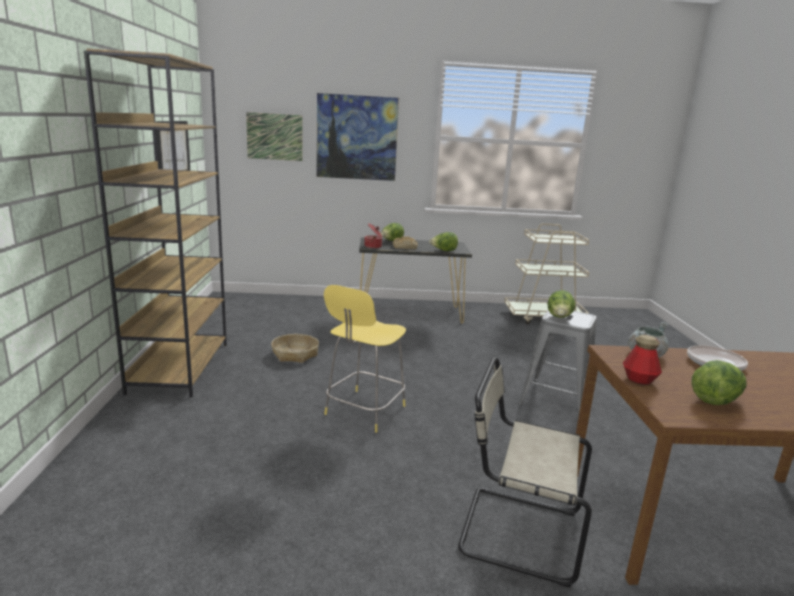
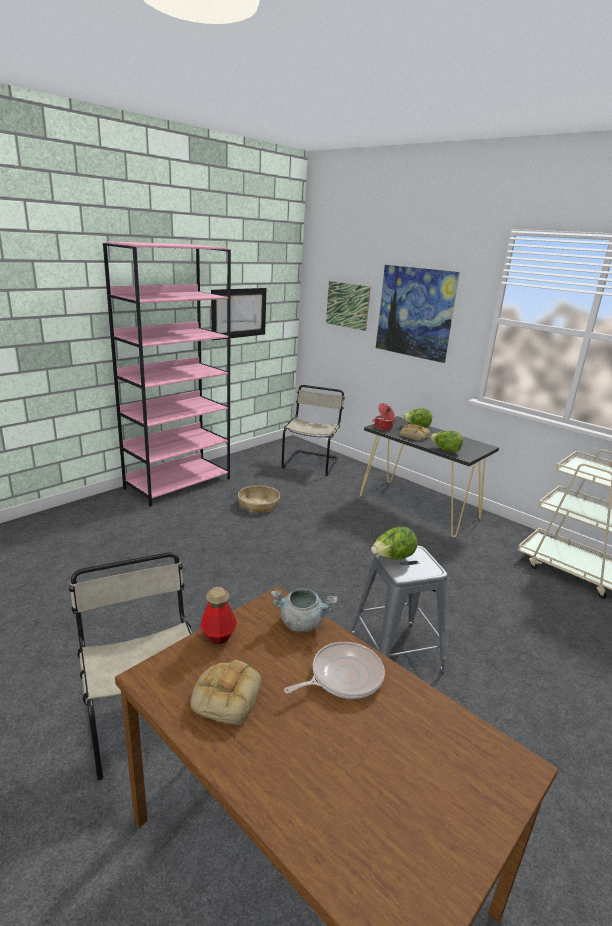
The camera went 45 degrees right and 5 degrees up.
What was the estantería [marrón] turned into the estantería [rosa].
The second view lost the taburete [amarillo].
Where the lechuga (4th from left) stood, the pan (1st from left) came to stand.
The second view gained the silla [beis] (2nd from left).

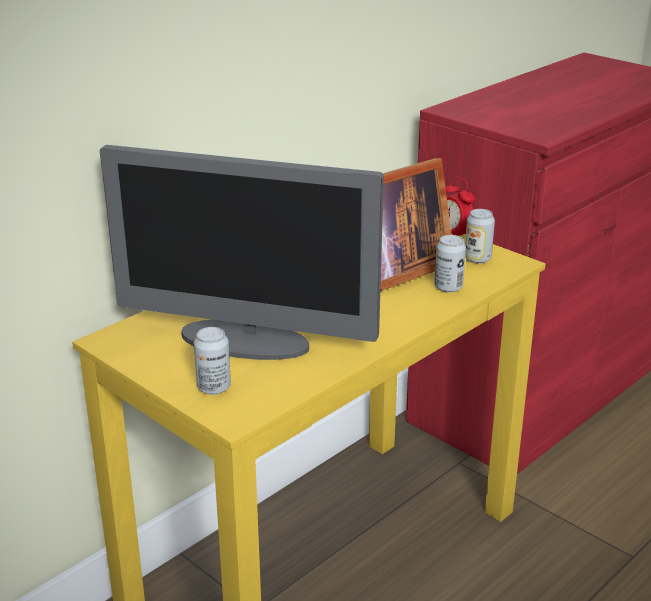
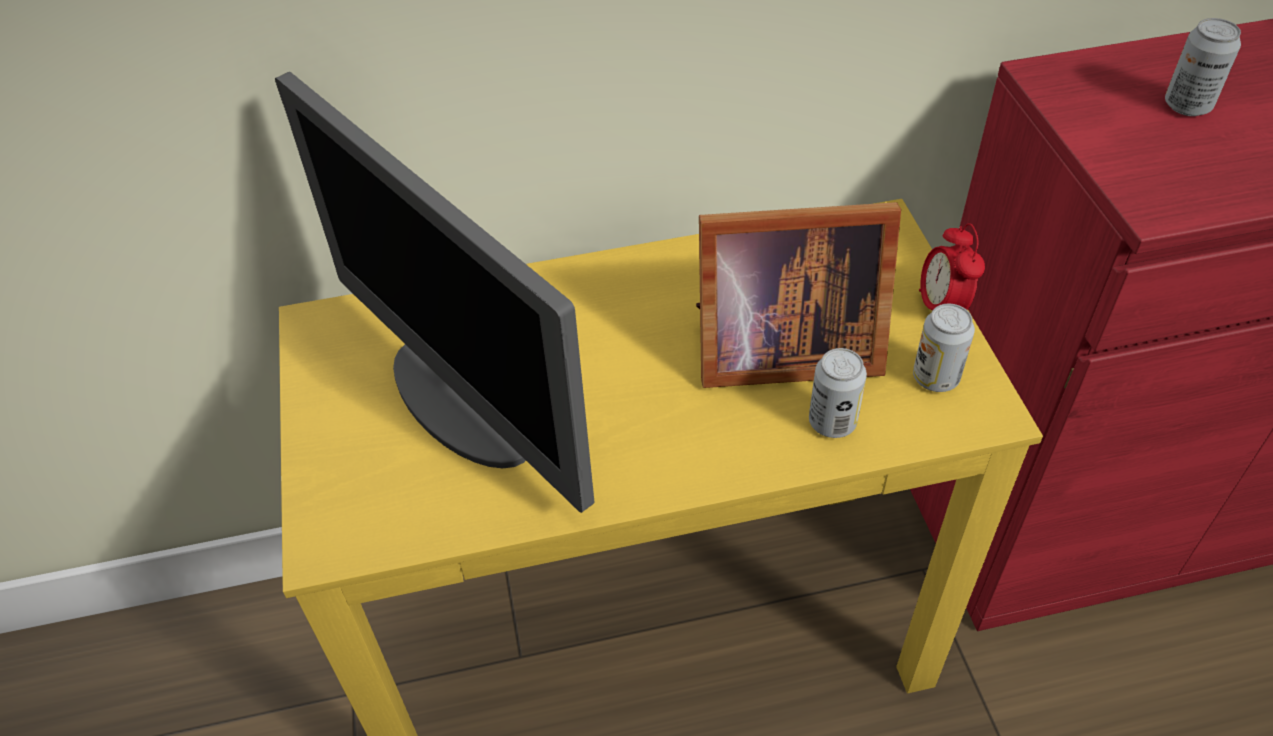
The camera went 35 degrees right and 20 degrees up.
The lata (1st from left in the first image) ended up elsewhere.

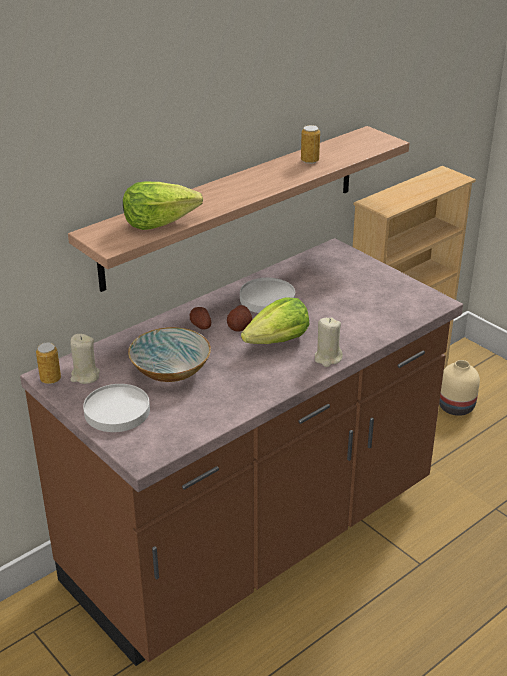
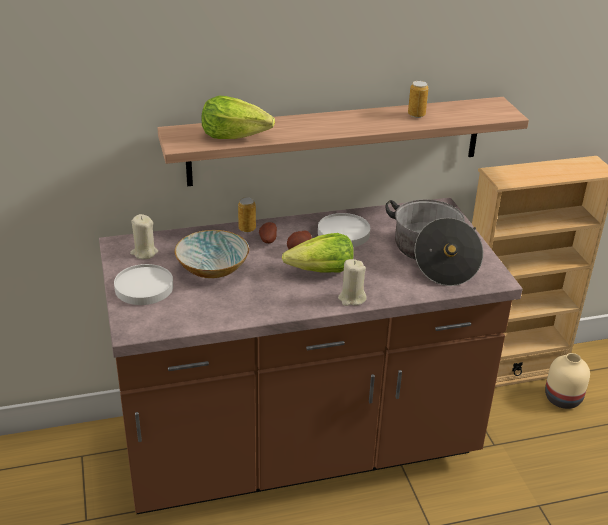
The camera went 25 degrees right and 0 degrees up.
The lata (1st from left) ended up elsewhere.
The second view gained the olla.

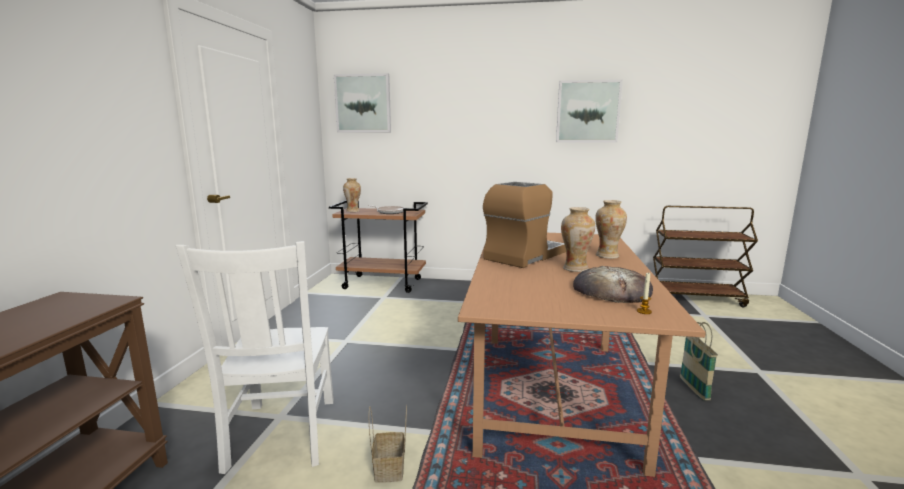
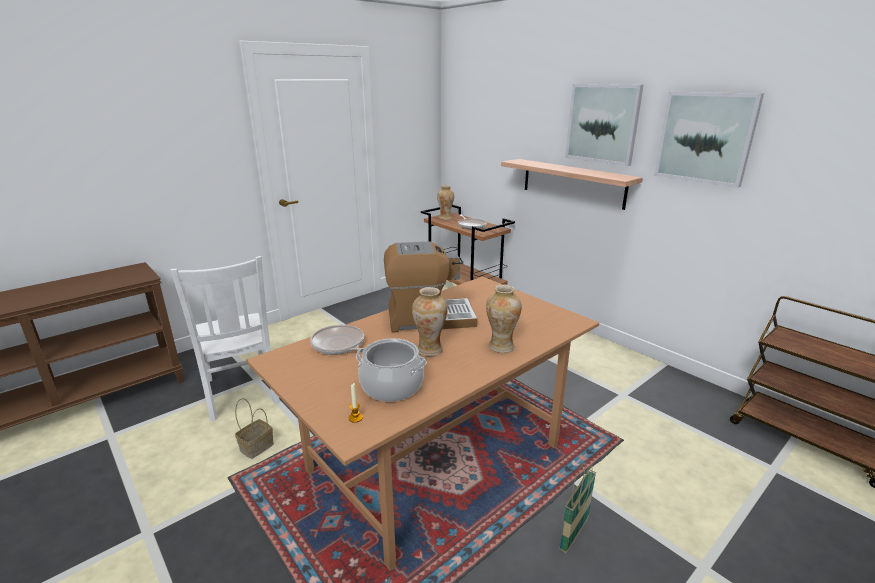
The camera went 40 degrees right and 10 degrees up.
The cuadro (1st from left) ended up elsewhere.
The silla [blanco] ended up facing another way, 60 degrees counterclockwise from before.
Where the pan stood, the olla came to stand.
The second view gained the estante.
The second view gained the sartén (1st from left).

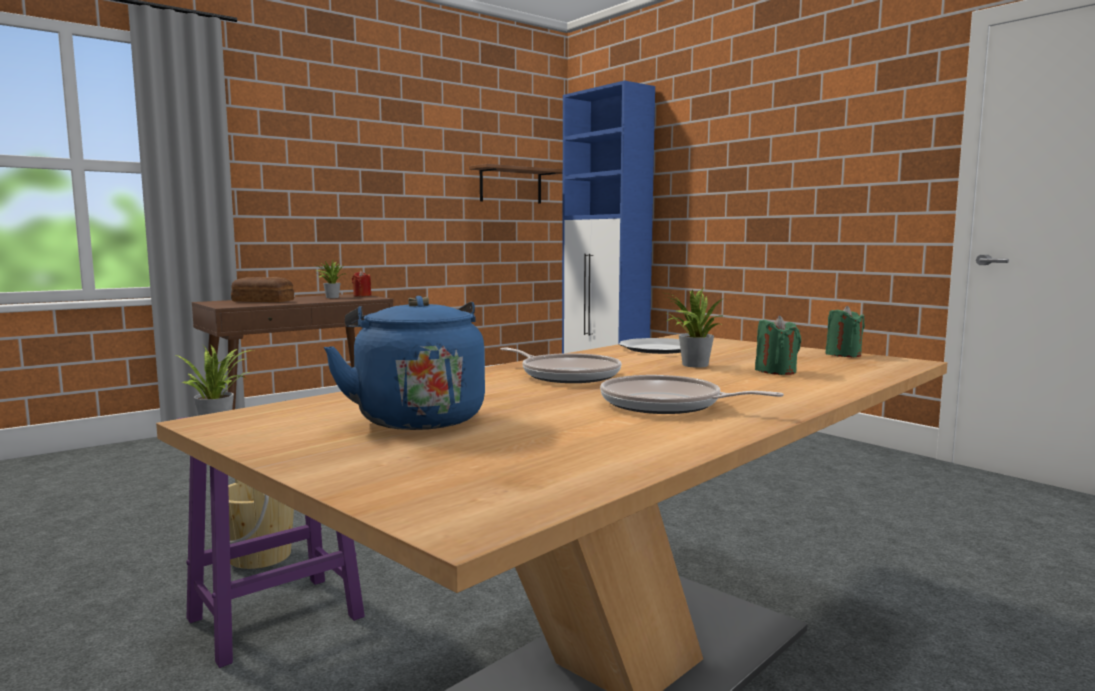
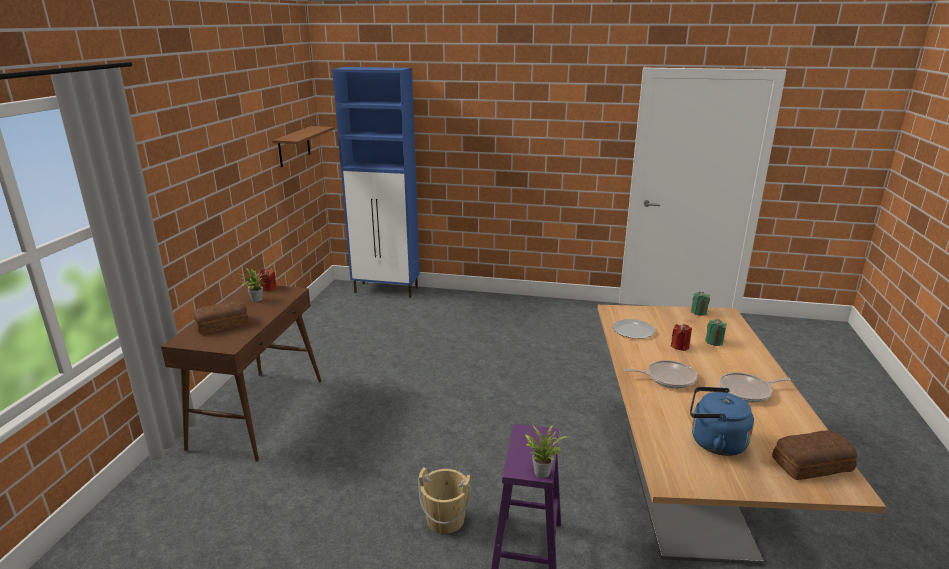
The camera went 40 degrees left and 15 degrees up.
Where the planta en maceta (3rd from left) stood, the vela [rojo] (2nd from left) came to stand.
The second view gained the pan (2nd from left).

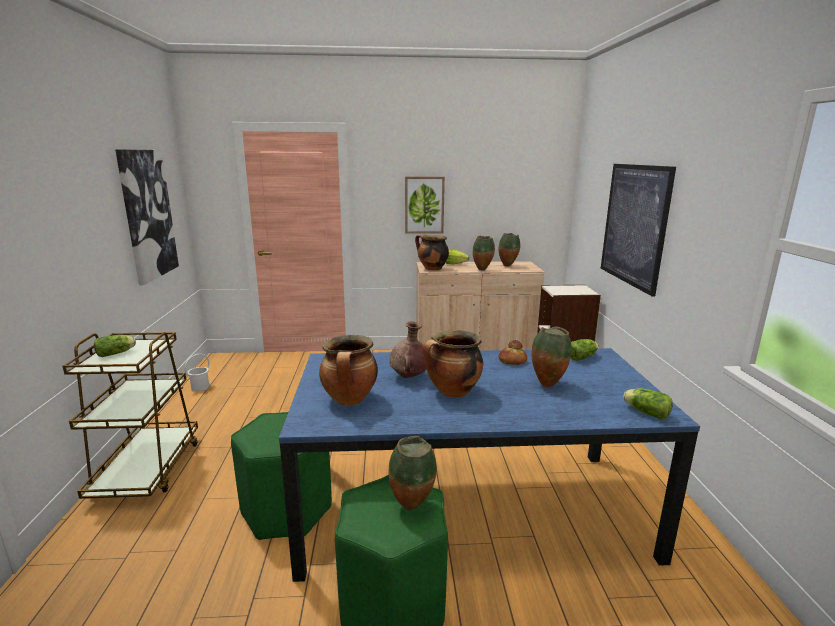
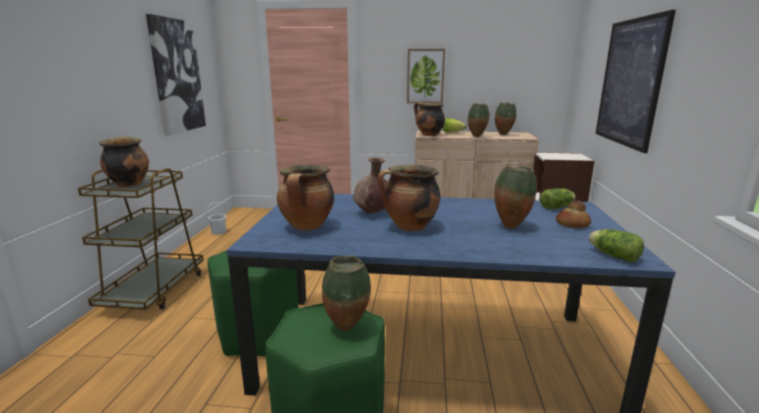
The camera went 10 degrees right and 0 degrees up.
Where the lechuga (1st from left) stood, the olla (1st from left) came to stand.
The pan ended up elsewhere.

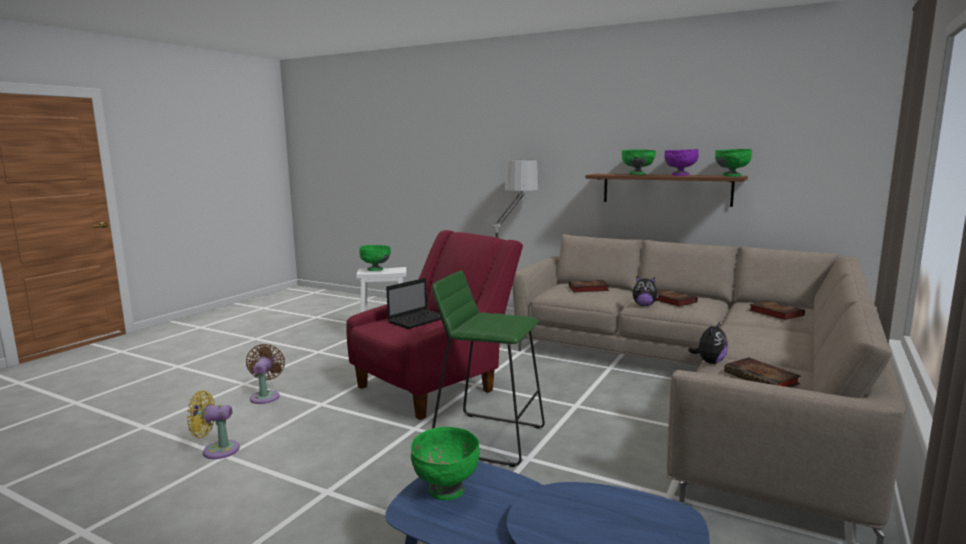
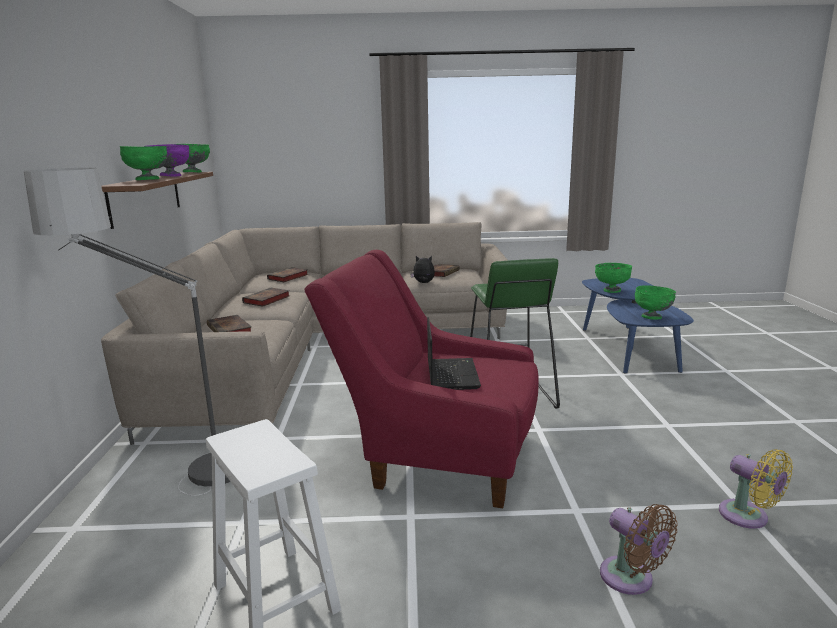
The camera went 120 degrees left and 5 degrees up.
The cuenco [verde] (1st from left in the first image) ended up elsewhere.
The second view lost the peluche (1st from left).
The portátil ended up facing another way, 75 degrees clockwise from before.
The ventilador [marrón] ended up facing another way, 90 degrees counterclockwise from before.

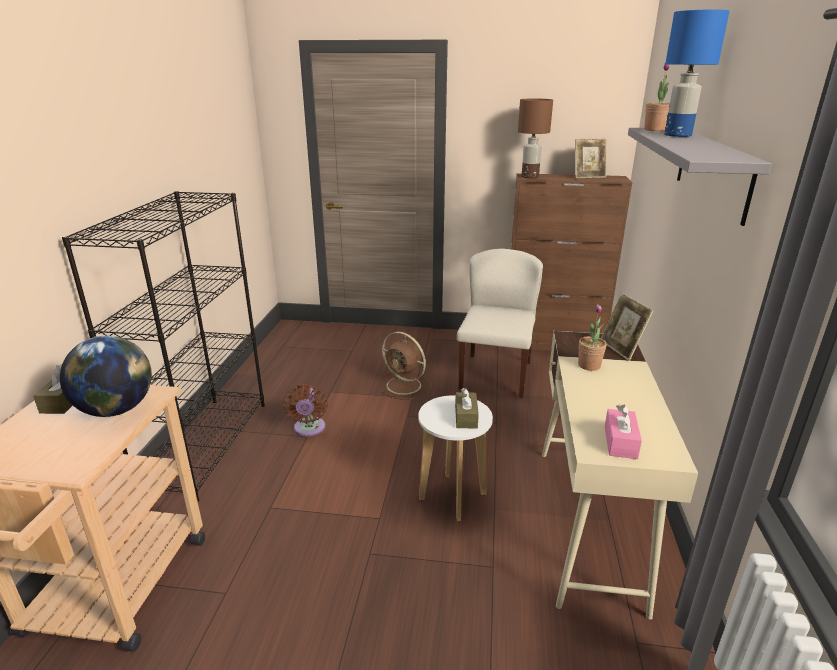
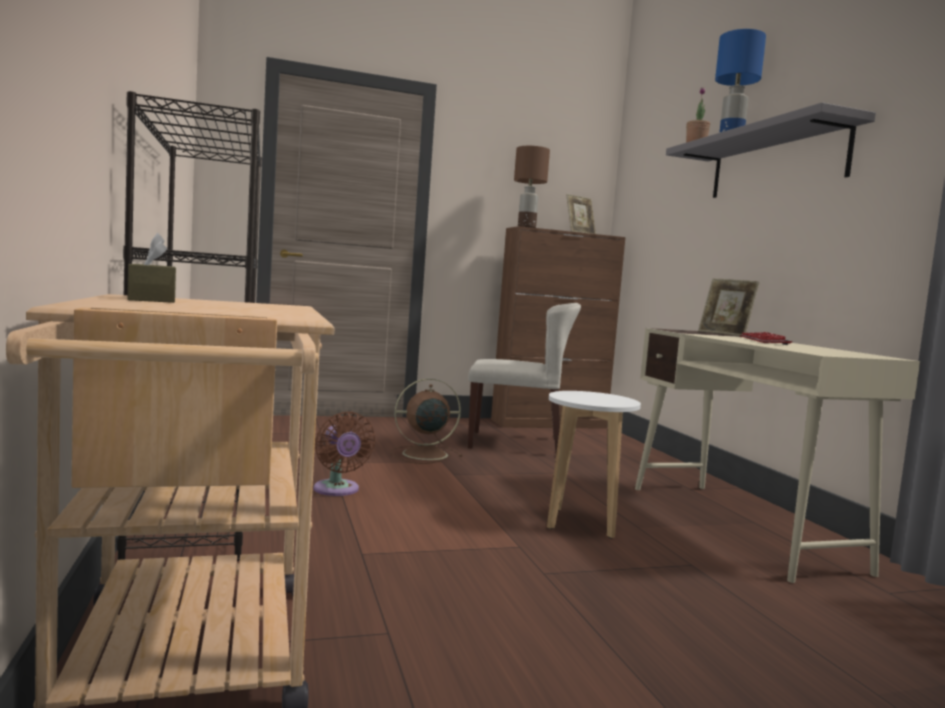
The camera went 25 degrees left and 20 degrees down.
The silla [beis] ended up facing another way, 105 degrees clockwise from before.
The second view lost the planta en maceta (1st from left).
The ventilador [marrón] (2nd from left) ended up facing another way, 150 degrees clockwise from before.
The second view lost the globo terráqueo.
The second view lost the caja de pañuelos [marrón] (2nd from left).
The second view lost the caja de pañuelos [rosa].
The second view gained the teclado.

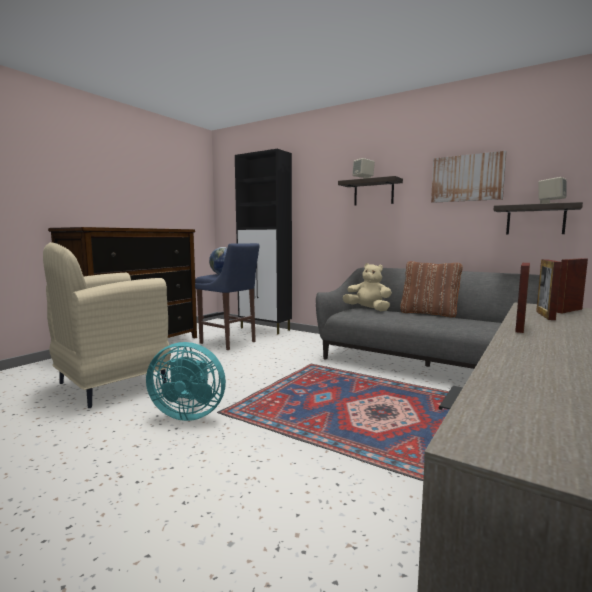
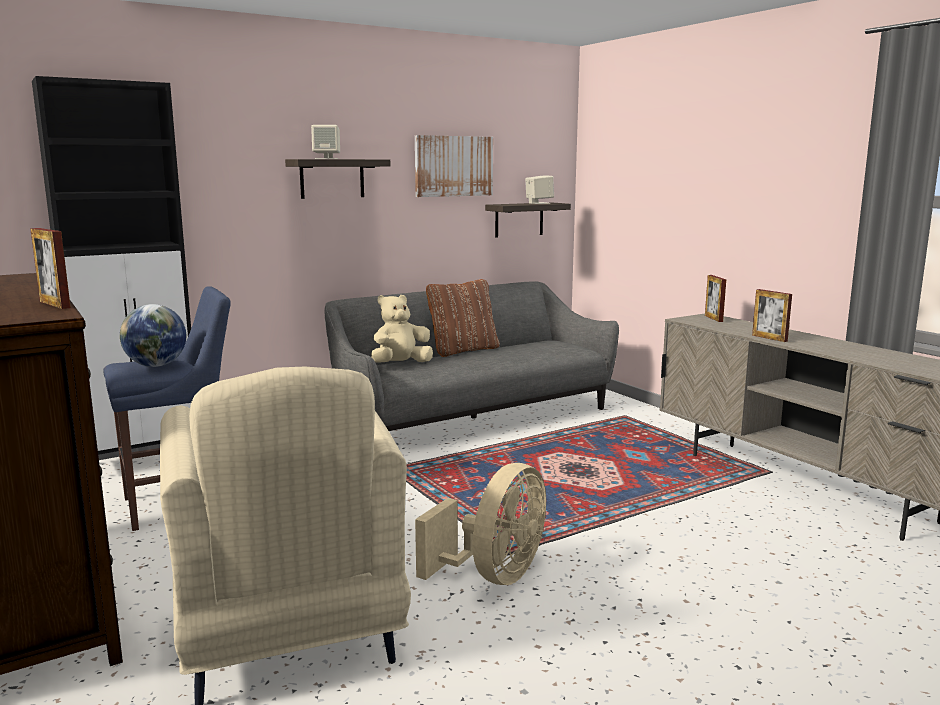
The camera went 65 degrees left and 5 degrees up.
The portarretratos (2nd from left in the first image) ended up elsewhere.
What was the ventilador [turquesa] turned into the ventilador [beis].

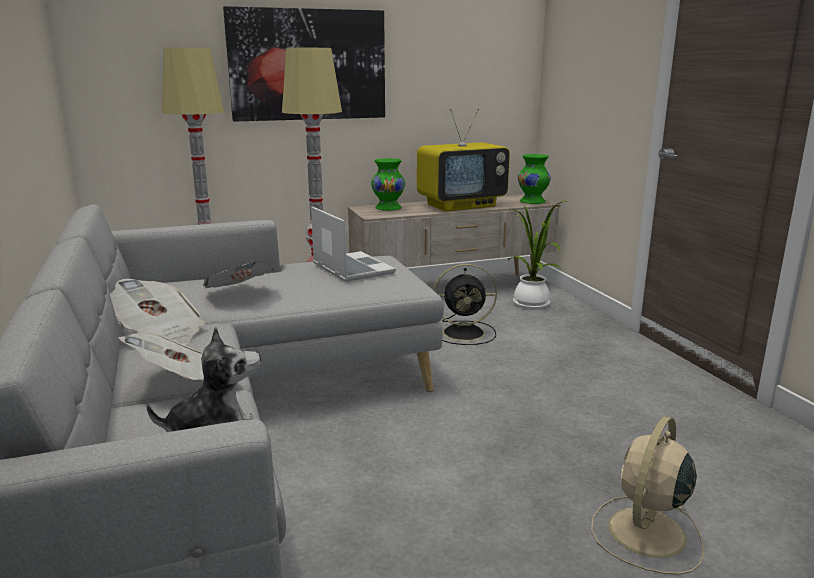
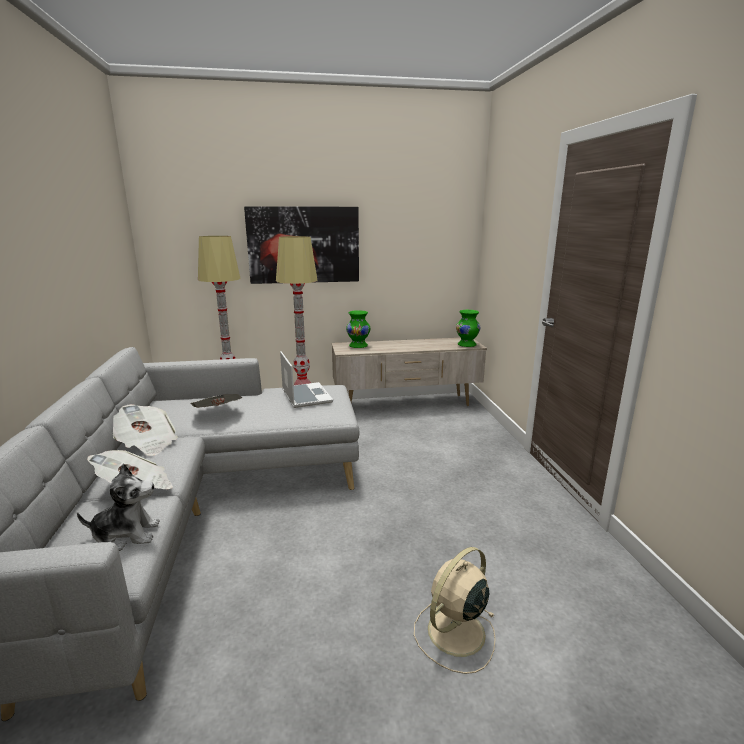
The camera went 10 degrees right and 0 degrees up.
The second view lost the televisor.
The second view lost the planta en maceta.
The second view lost the ventilador [negro].

